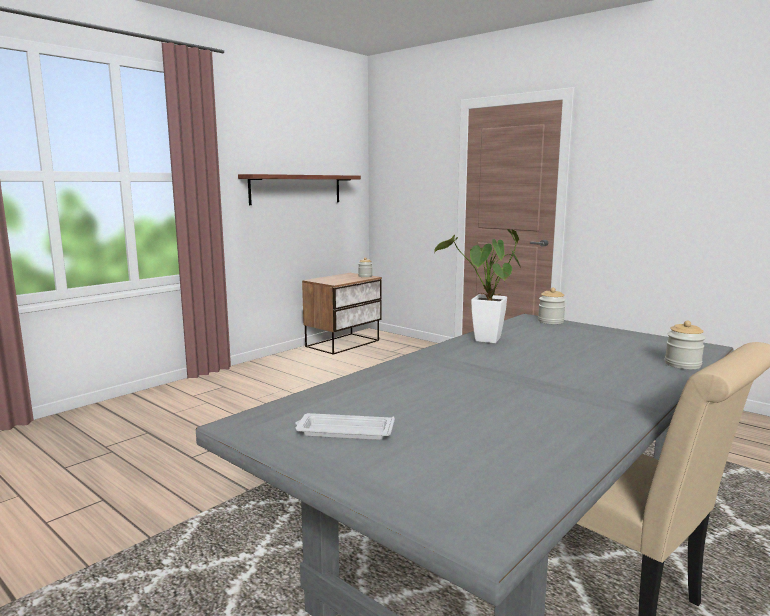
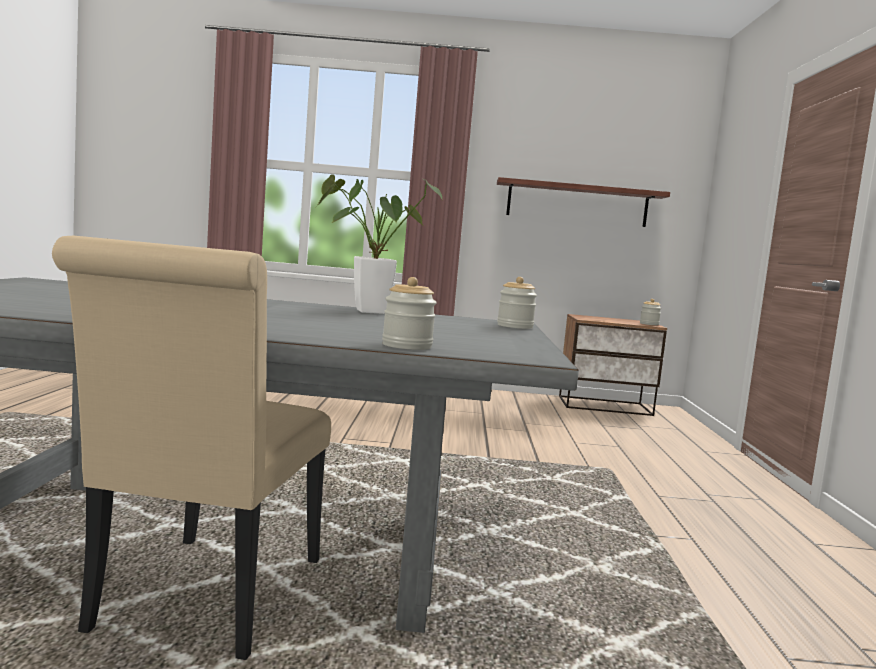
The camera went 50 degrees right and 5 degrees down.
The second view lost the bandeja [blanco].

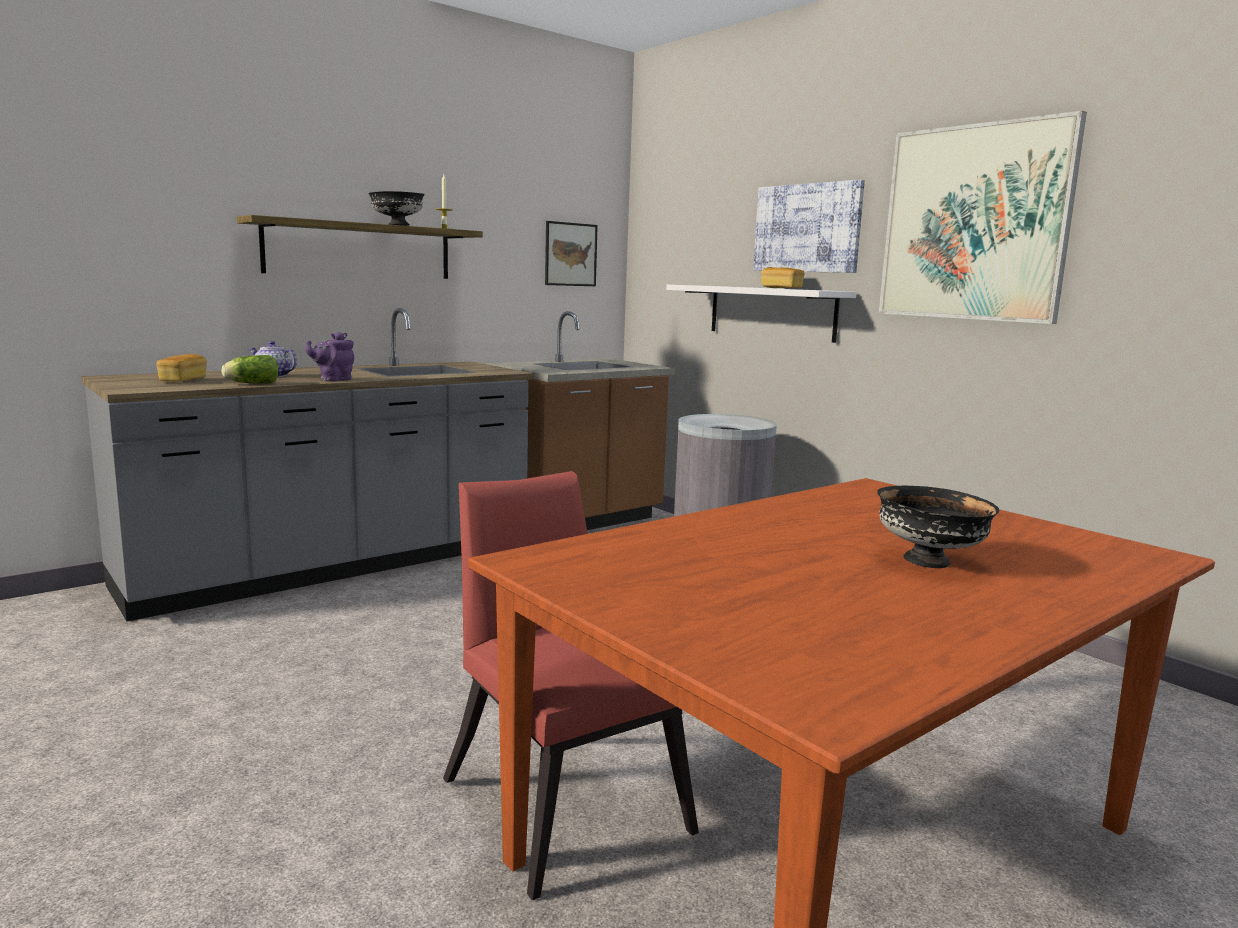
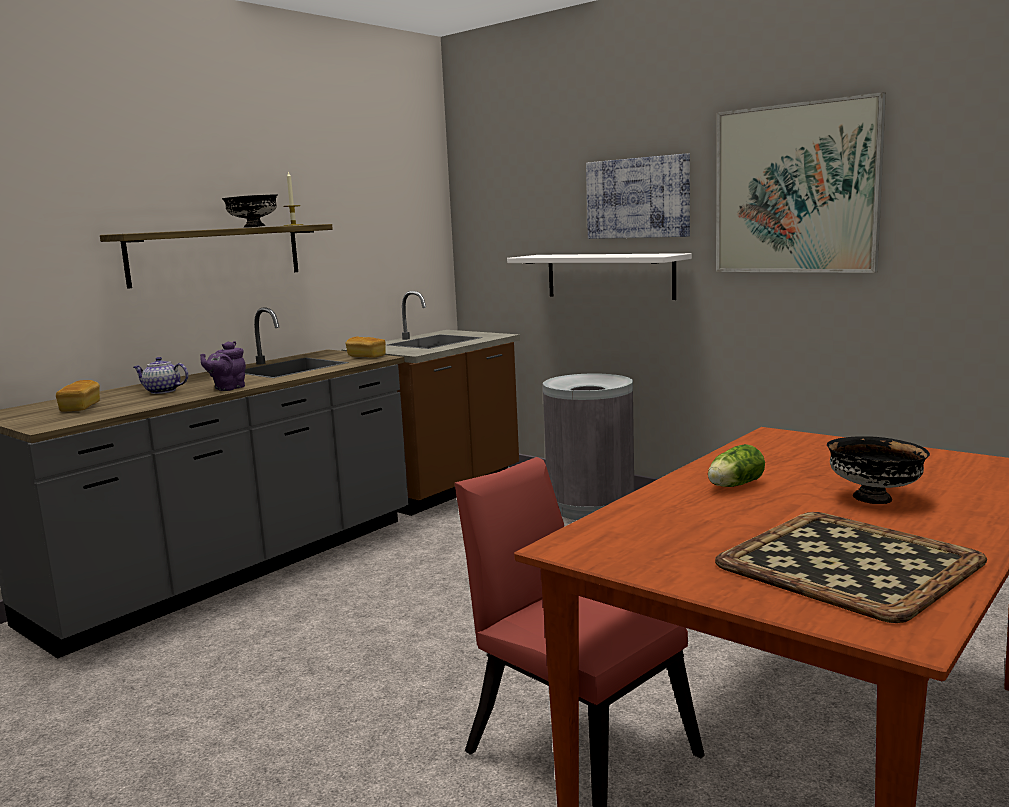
The camera went 10 degrees left and 0 degrees up.
The second view lost the cuadro (1st from left).
The pan (2nd from left) ended up elsewhere.
The lechuga ended up elsewhere.
The second view gained the bandeja.

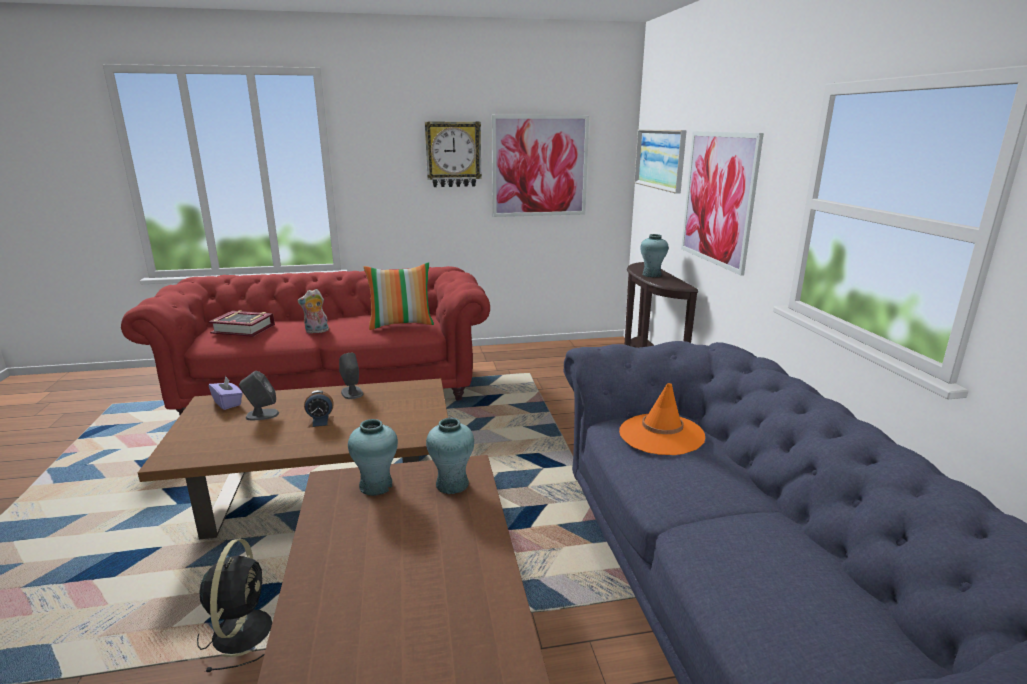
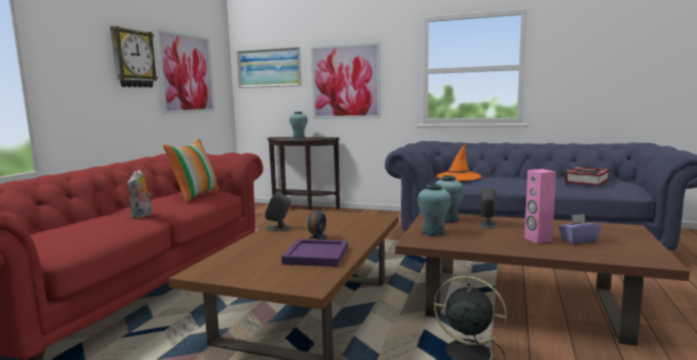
The camera went 60 degrees left and 10 degrees down.
The libro ended up elsewhere.
The altavoz [gris] (1st from left in the first image) ended up elsewhere.
The caja de pañuelos [morado] ended up elsewhere.
The second view gained the altavoz [rosa].
The second view gained the bandeja [morado].

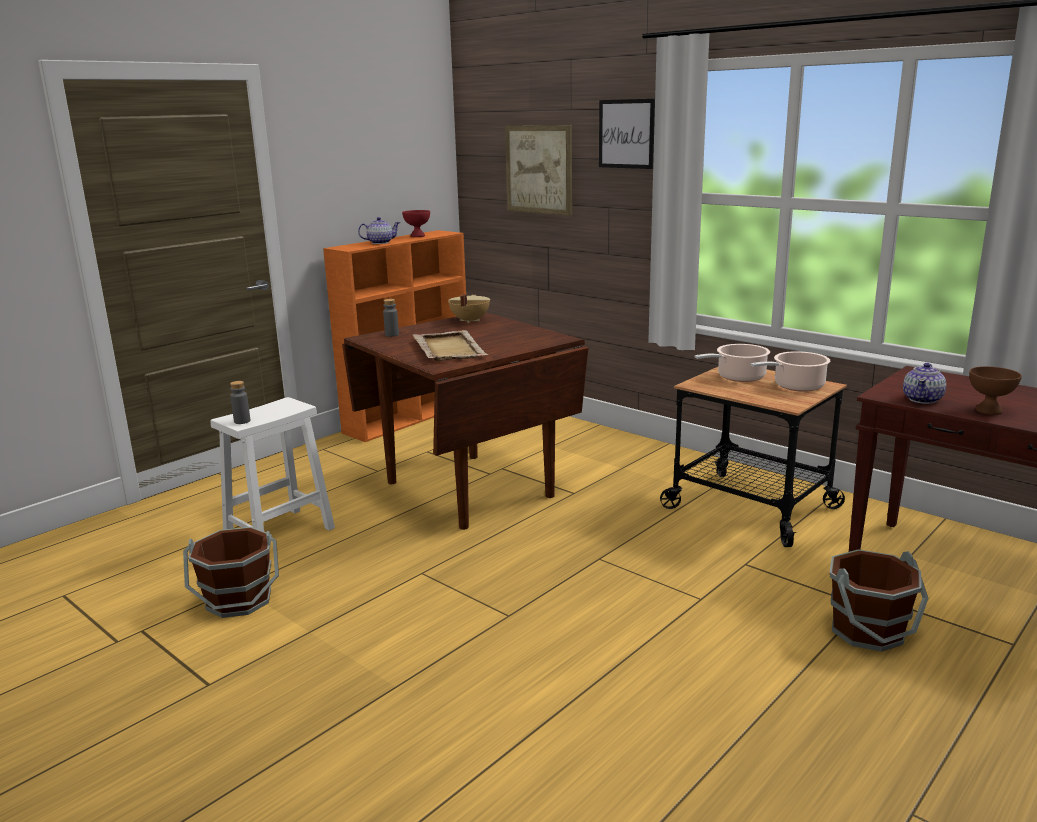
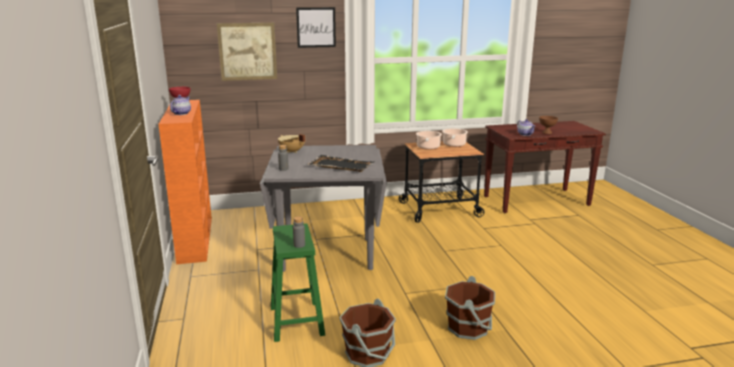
The camera went 55 degrees left and 0 degrees up.
What was the mesa de comedor [marrón] turned into the mesa de comedor [gris].
What was the bandeja [beis] turned into the bandeja [negro].
What was the taburete [blanco] turned into the taburete [verde].
The cubo [marrón] (2nd from left) ended up elsewhere.

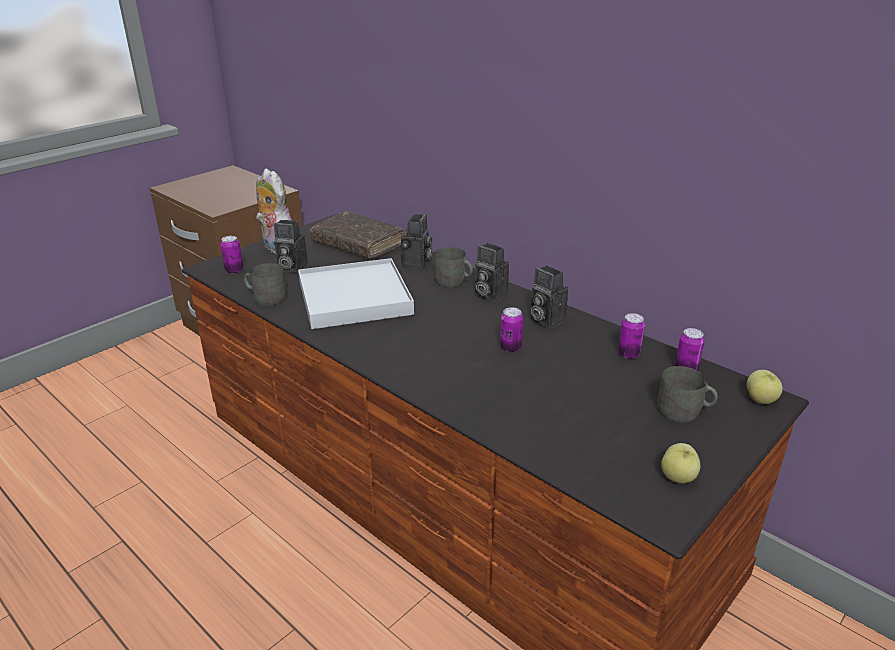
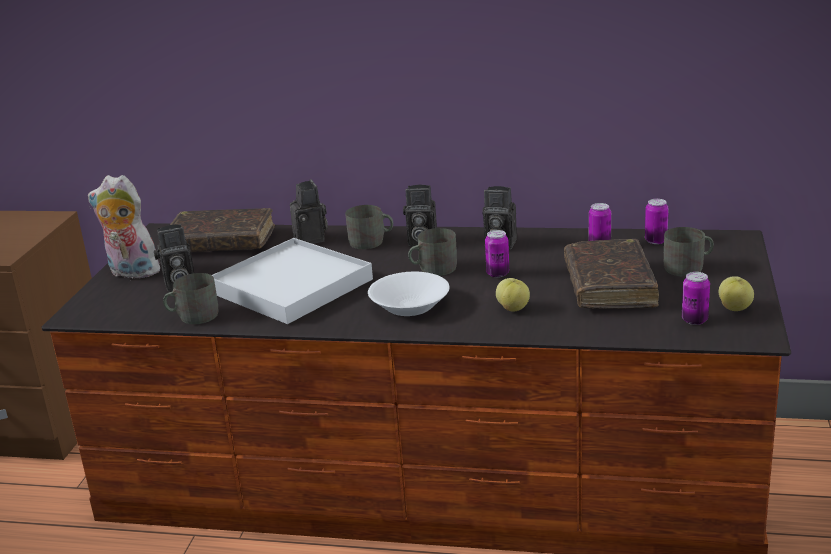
The camera went 30 degrees left and 5 degrees down.
The lata (1st from left in the first image) ended up elsewhere.
The manzana (2nd from left in the first image) ended up elsewhere.
The second view gained the taza grande [gris] (3rd from left).
The second view gained the libro [marrón] (2nd from left).
The second view gained the cuenco [blanco].

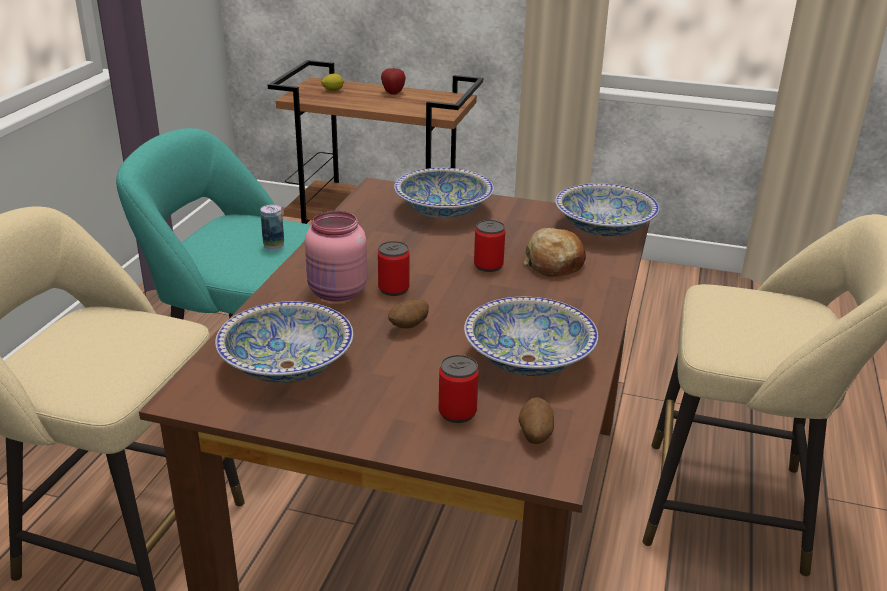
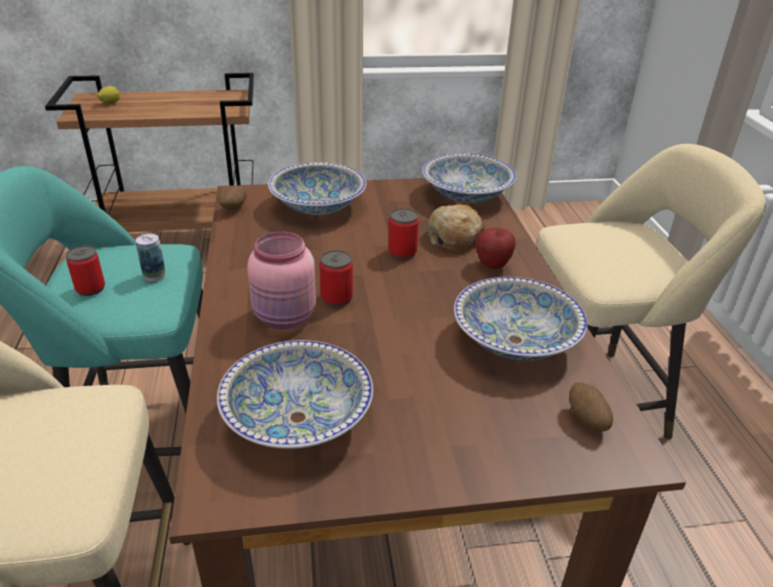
The camera went 25 degrees left and 5 degrees up.
The manzana ended up elsewhere.
The patata (1st from left) ended up elsewhere.
The lata (3rd from left in the first image) ended up elsewhere.

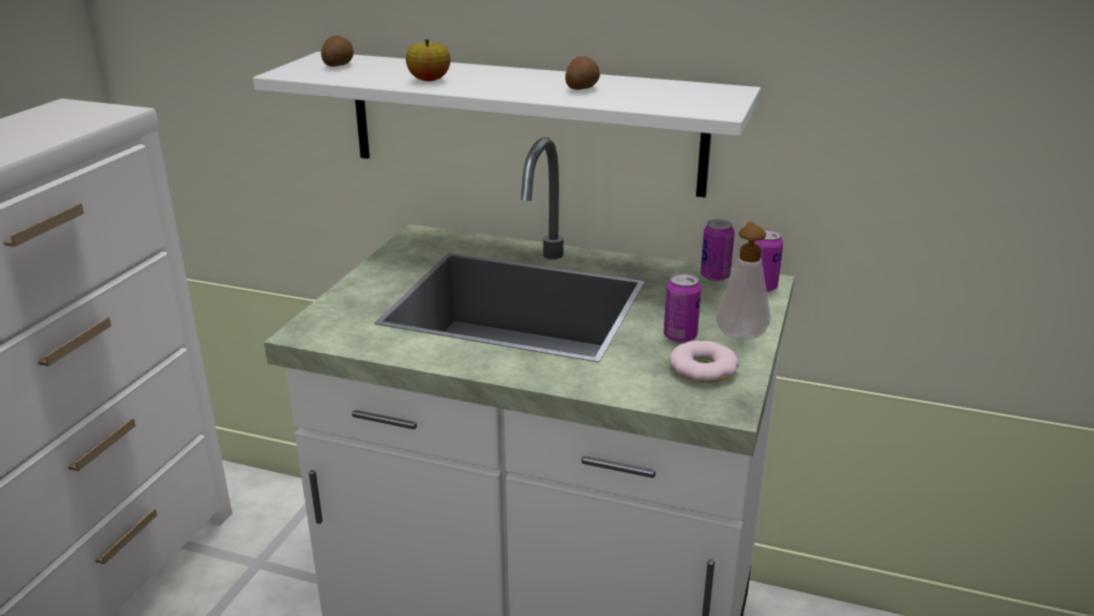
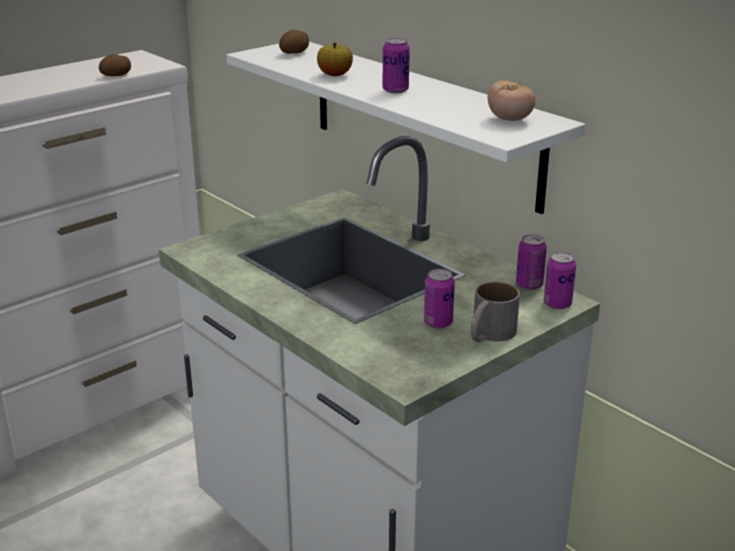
The camera went 30 degrees right and 0 degrees up.
The patata (2nd from left in the first image) ended up elsewhere.
Where the dispensador de jabón stood, the taza grande [gris] came to stand.
The second view lost the rosquilla.
The second view gained the lata (1st from left).
The second view gained the tomate.

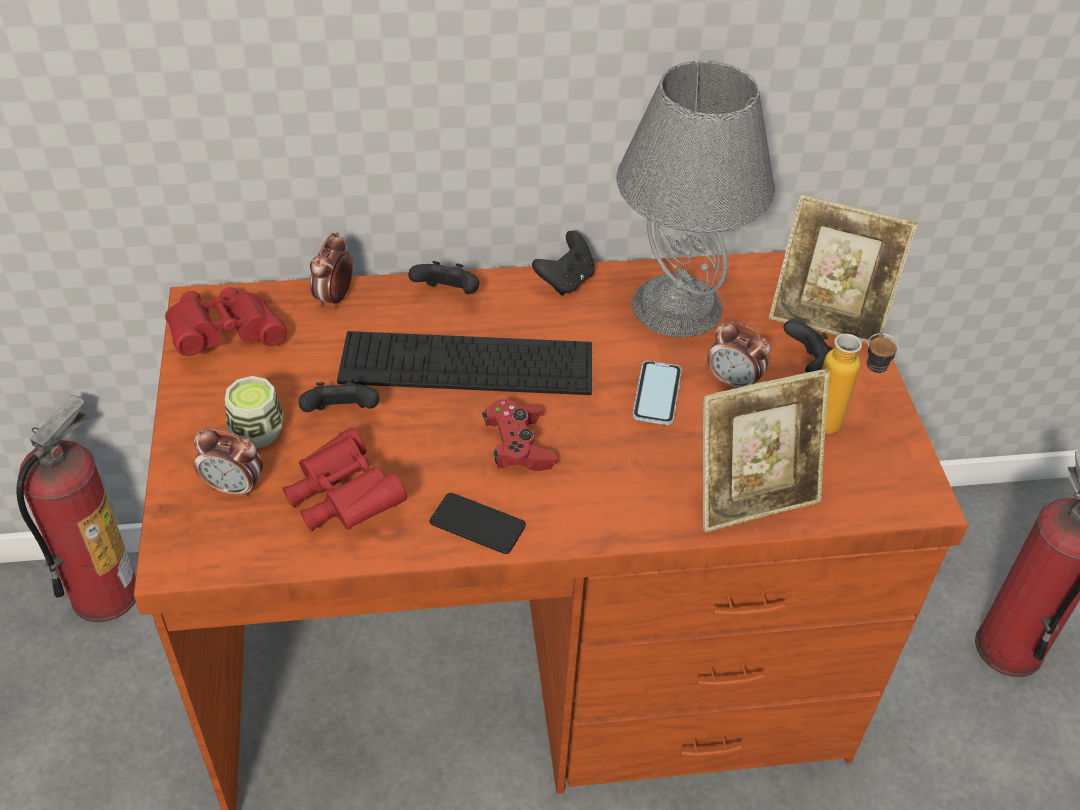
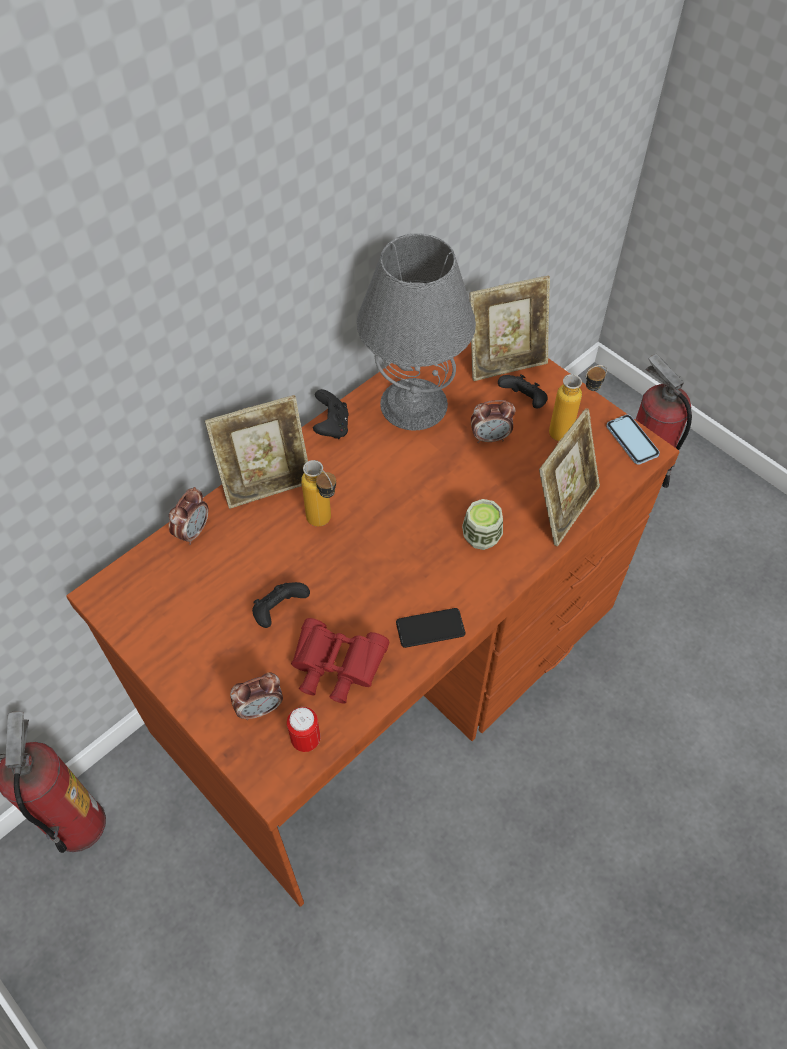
The camera went 35 degrees left and 10 degrees up.
The despertador (2nd from left in the first image) ended up facing another way, 135 degrees counterclockwise from before.
Where the mando de consola [negro] (2nd from left) stood, the portarretratos (1st from left) came to stand.
The second view lost the prismáticos [rojo] (1st from left).
Where the teclado stood, the botella (1st from left) came to stand.
The móvil (2nd from left) ended up elsewhere.
The taza ended up elsewhere.
The second view lost the mando de consola [rojo].
The second view gained the lata.

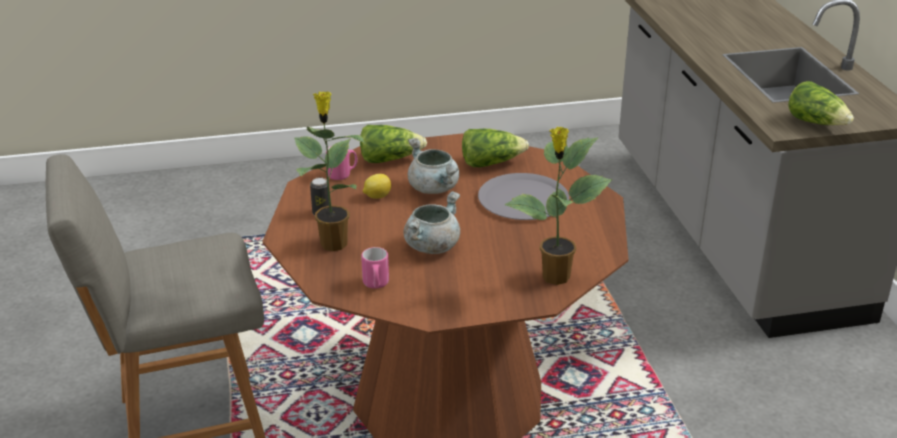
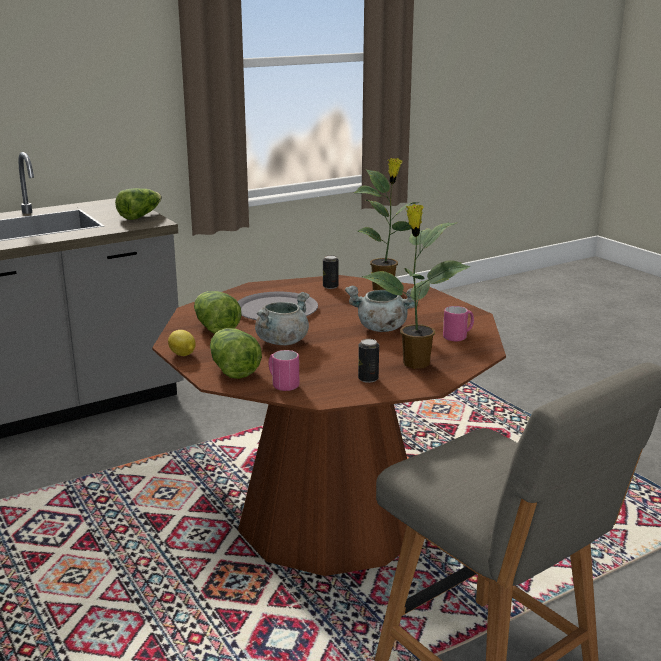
The camera went 110 degrees left and 10 degrees down.
The limón ended up elsewhere.
The second view gained the lata (1st from left).

